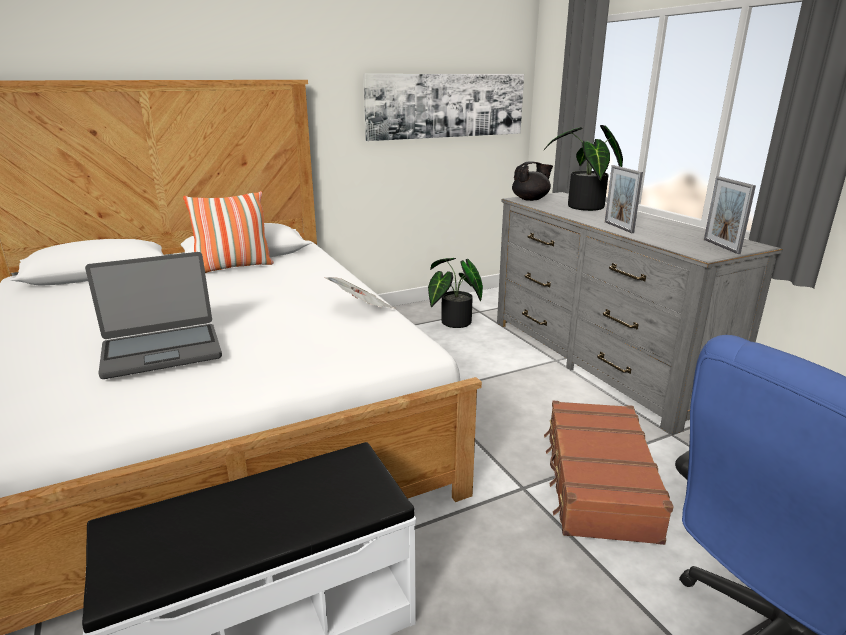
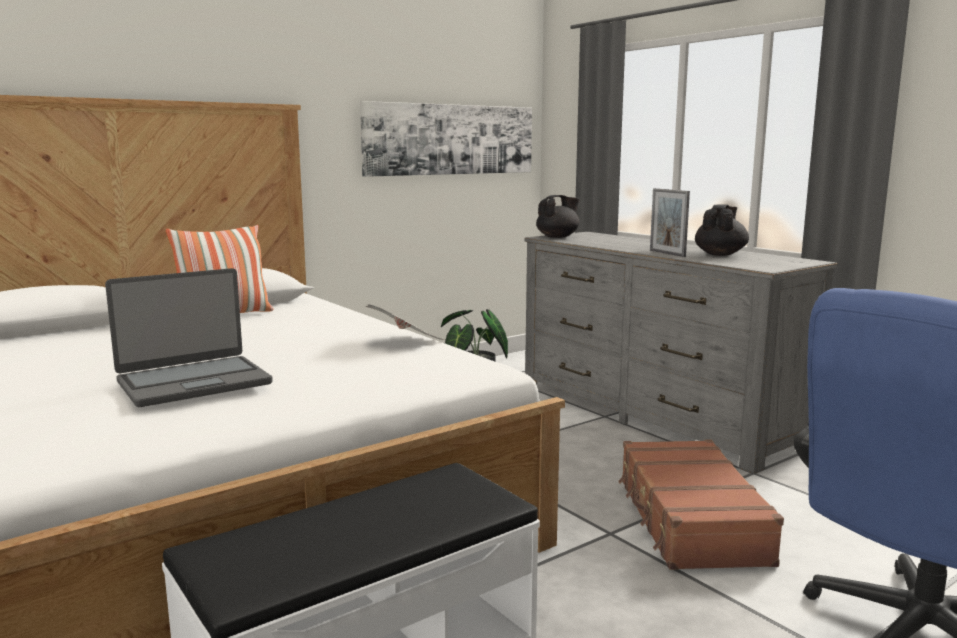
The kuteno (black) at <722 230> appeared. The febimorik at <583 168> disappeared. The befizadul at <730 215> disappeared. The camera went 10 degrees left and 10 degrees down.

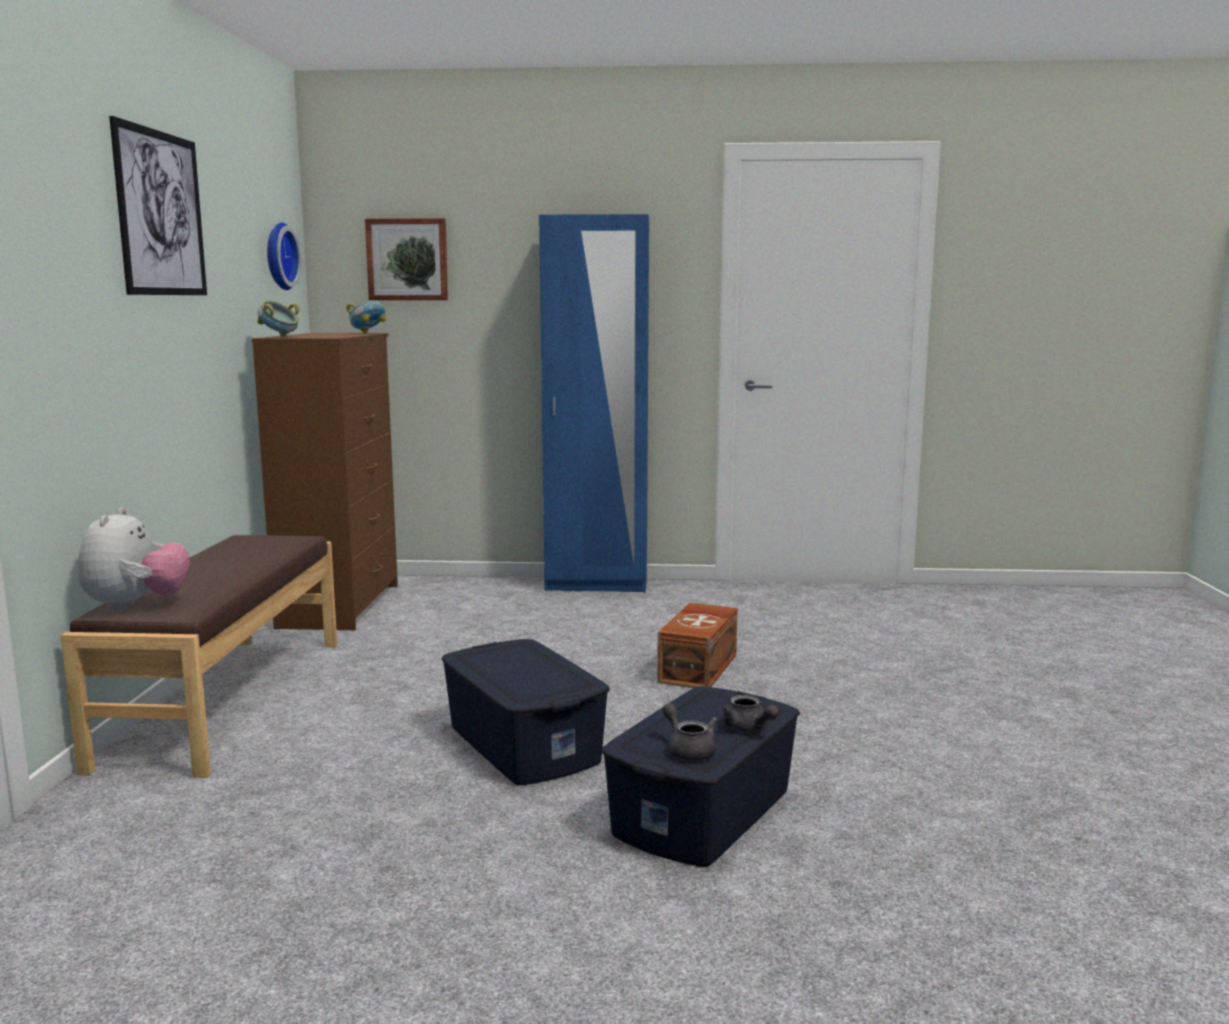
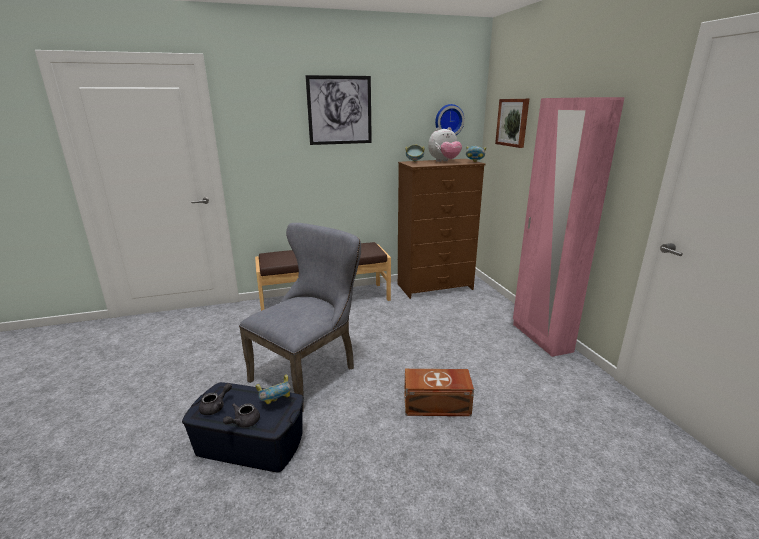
The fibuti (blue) at <525 712> was replaced by the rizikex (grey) at <300 317>. The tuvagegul at <273 389> appeared. The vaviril moved from <134 559> to <445 144>. The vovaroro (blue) at <594 403> became the vovaroro (pink) at <569 227>. The camera went 70 degrees right and 10 degrees up.

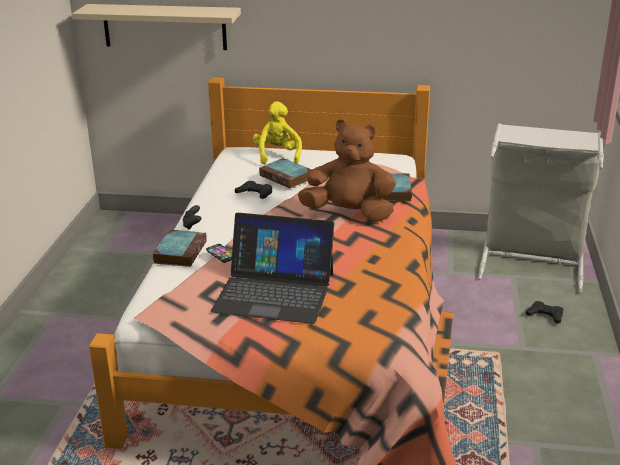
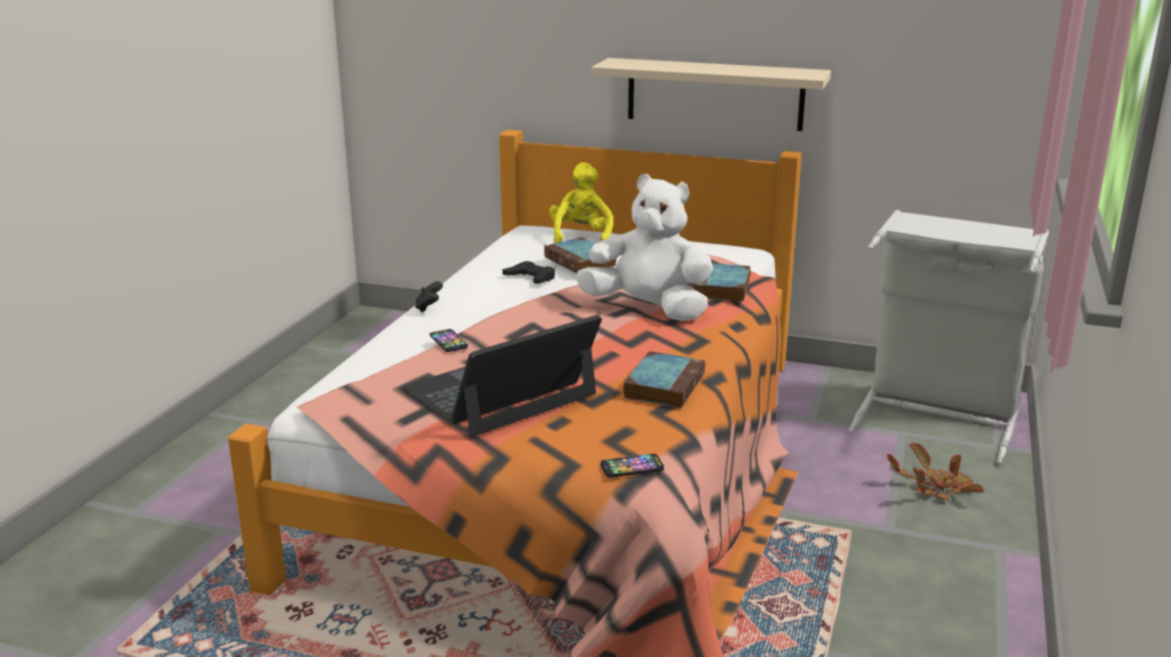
The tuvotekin at <272 268> turned 120 degrees clockwise. The vaviril (brown) at <347 170> became the vaviril (white) at <644 247>. The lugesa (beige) moved from <156 27> to <711 94>. The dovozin at <632 465> appeared. The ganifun moved from <179 248> to <664 379>. The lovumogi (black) at <544 312> was replaced by the febimorik at <935 471>. The camera went 10 degrees right and 5 degrees down.

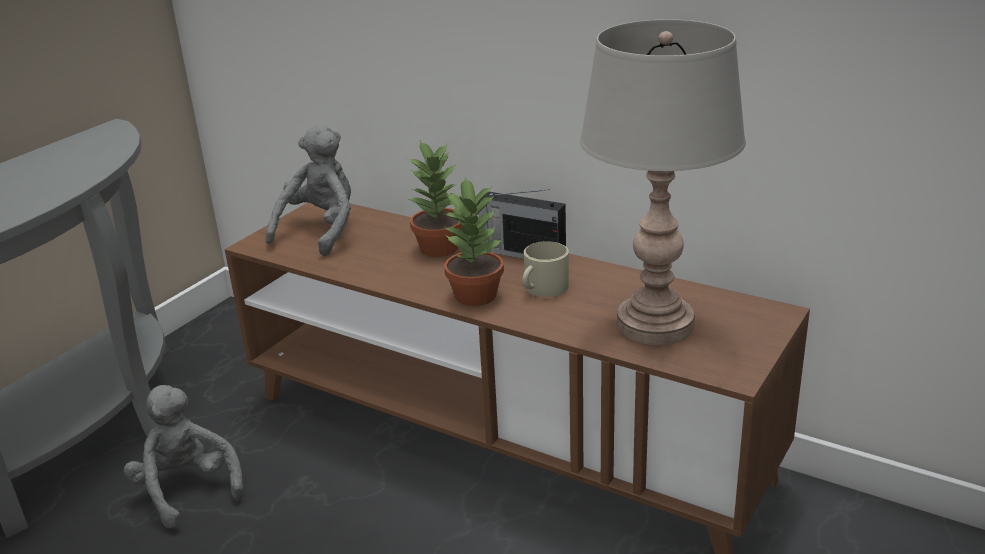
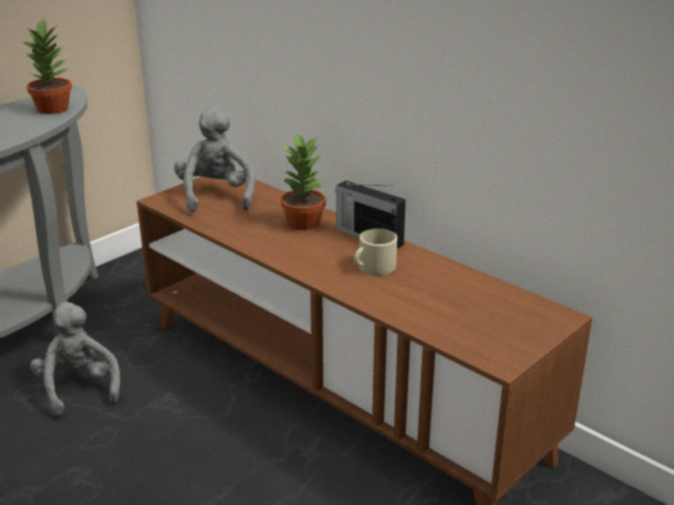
The febimorik moved from <474 241> to <46 66>. The vaviril (grey) at <308 190> turned 45 degrees counterclockwise. The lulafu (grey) at <663 182> disappeared. The camera went 10 degrees right and 0 degrees up.

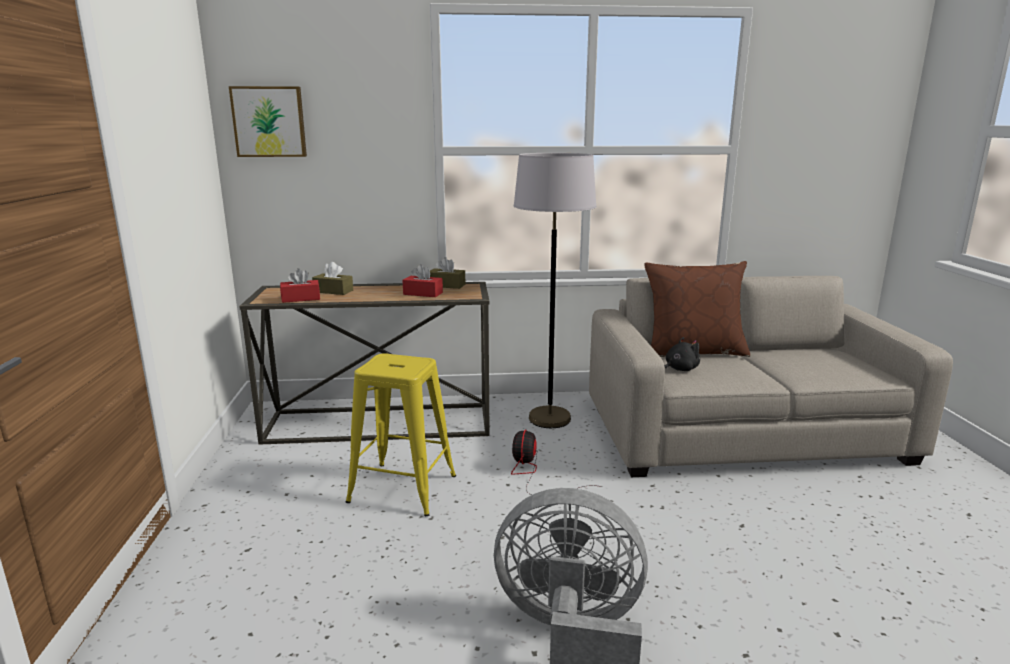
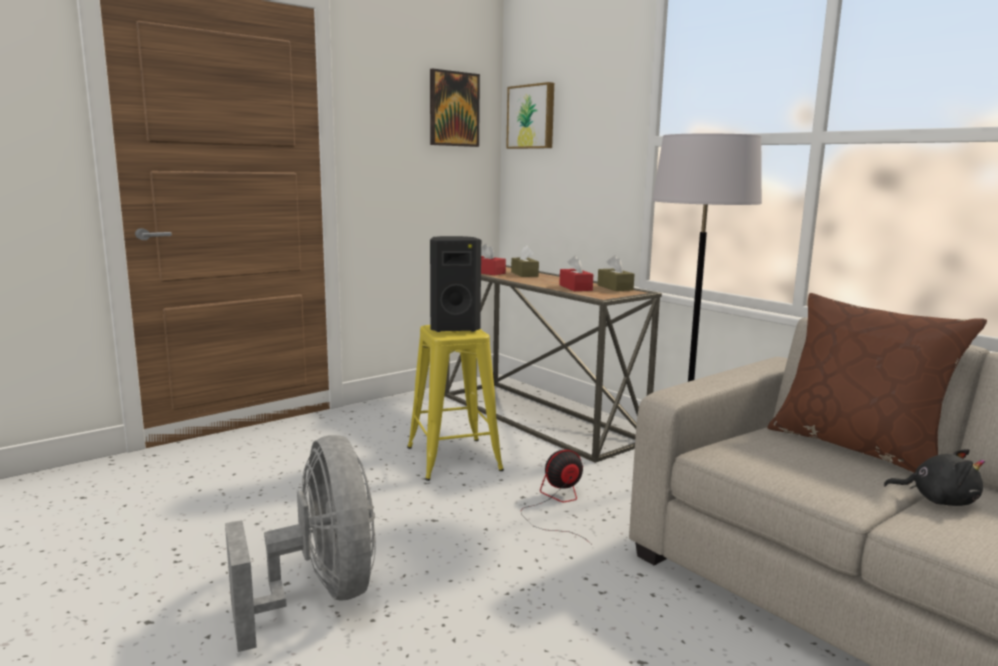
The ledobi at <455 107> appeared. The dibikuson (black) at <455 284> appeared. The vaviril (black) moved from <682 354> to <934 477>. The camera went 55 degrees right and 5 degrees down.

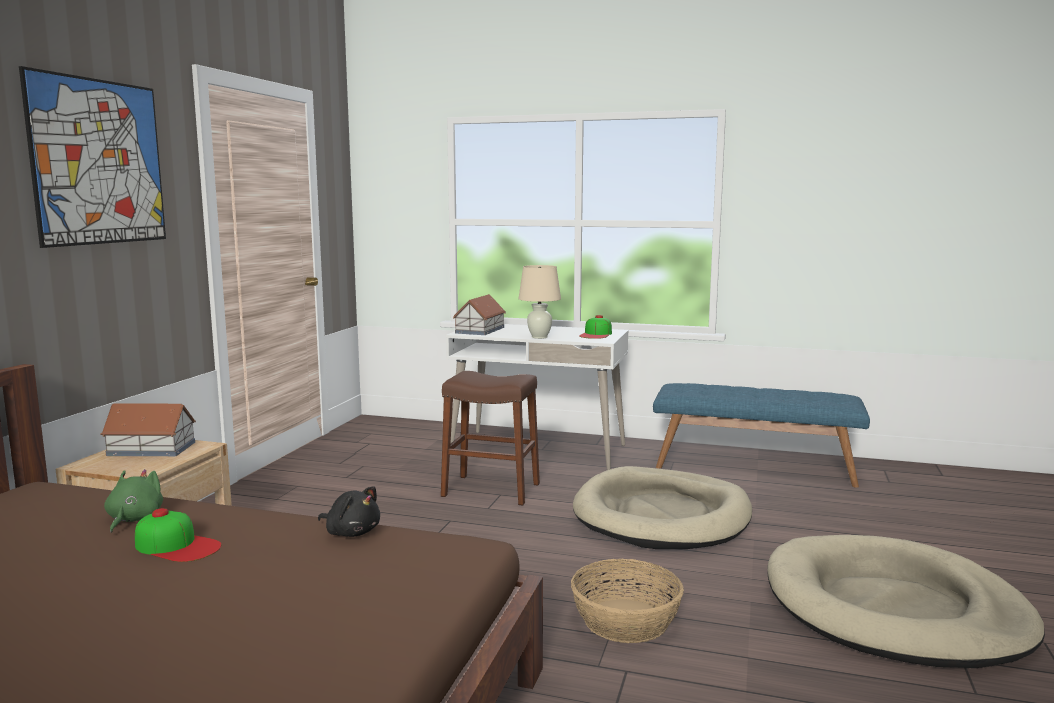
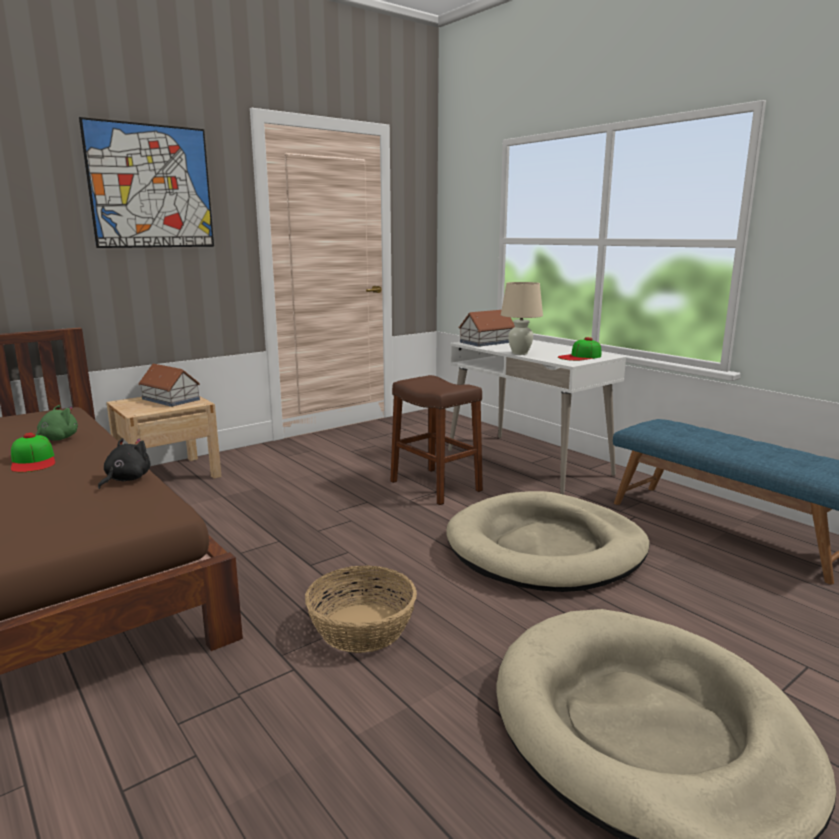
The vaviril (black) at <349 511> turned 135 degrees counterclockwise. The camera went 35 degrees right and 5 degrees up.

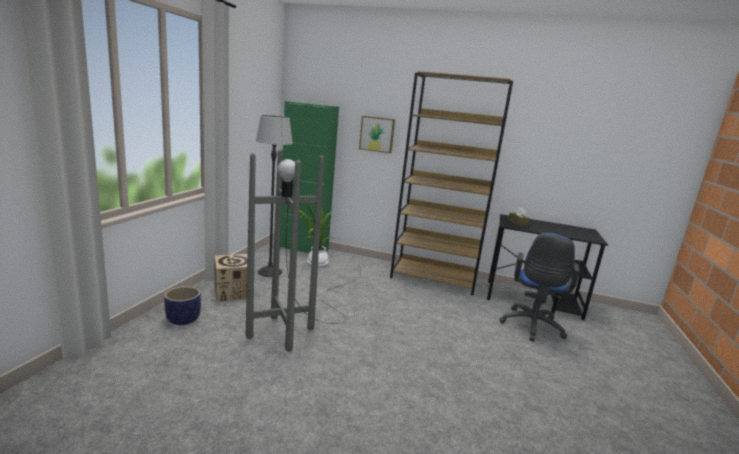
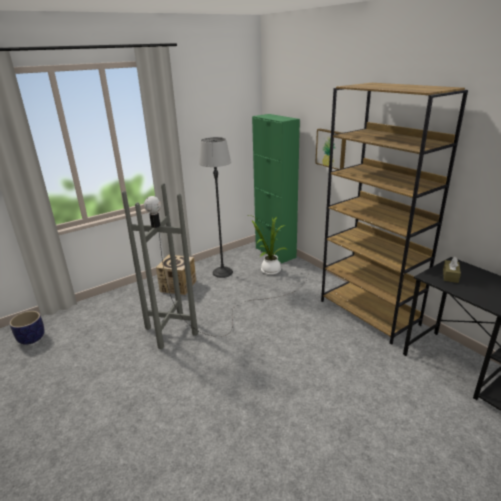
The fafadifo moved from <182 305> to <27 328>. The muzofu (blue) at <539 287> disappeared. The camera went 40 degrees right and 10 degrees up.

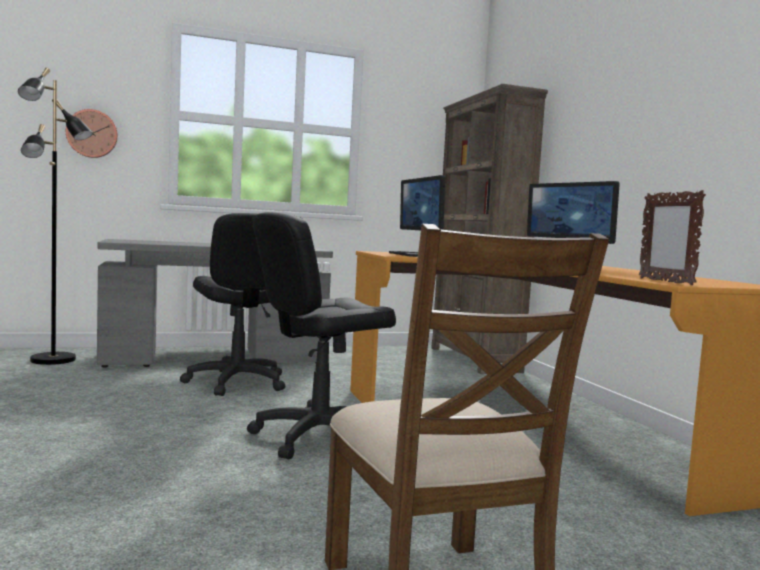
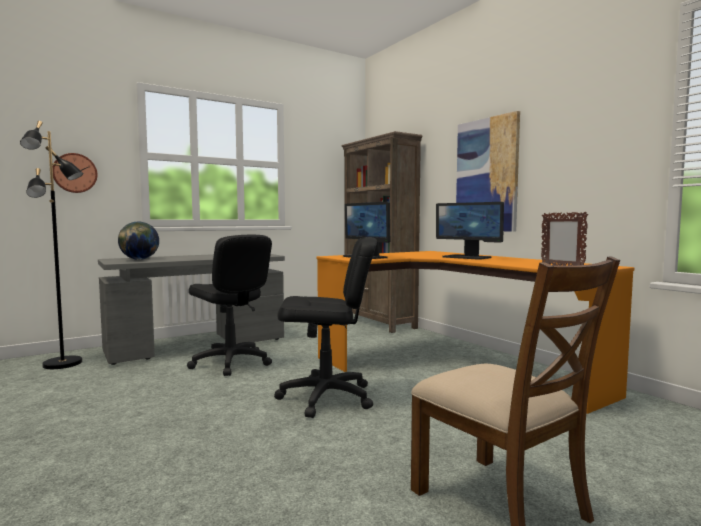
The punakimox at <138 240> appeared. The muzofu (black) at <321 335> turned 135 degrees counterclockwise. The ledobi at <488 171> appeared. The camera went 15 degrees left and 0 degrees up.

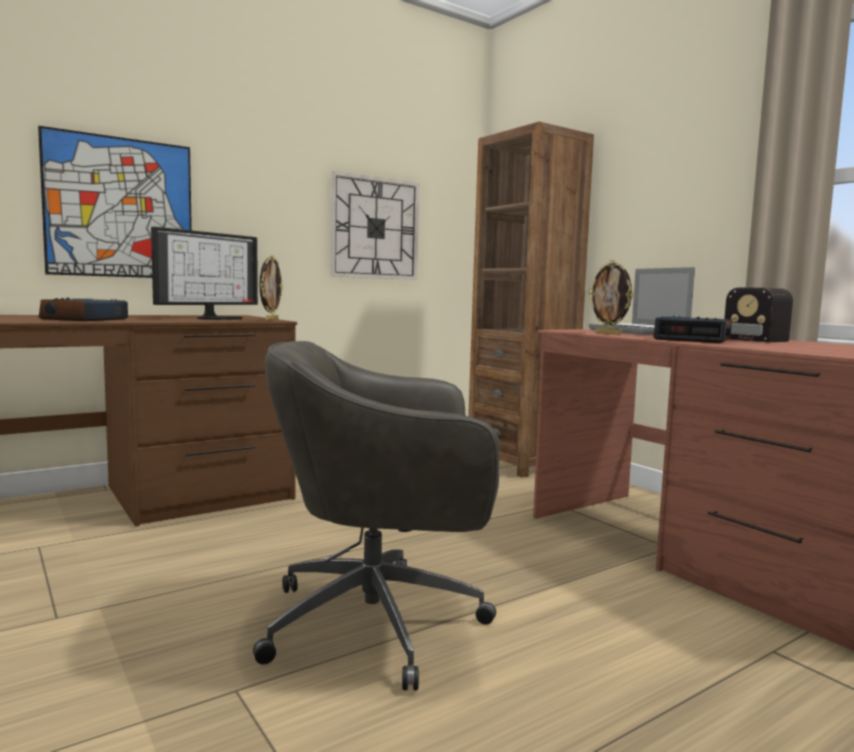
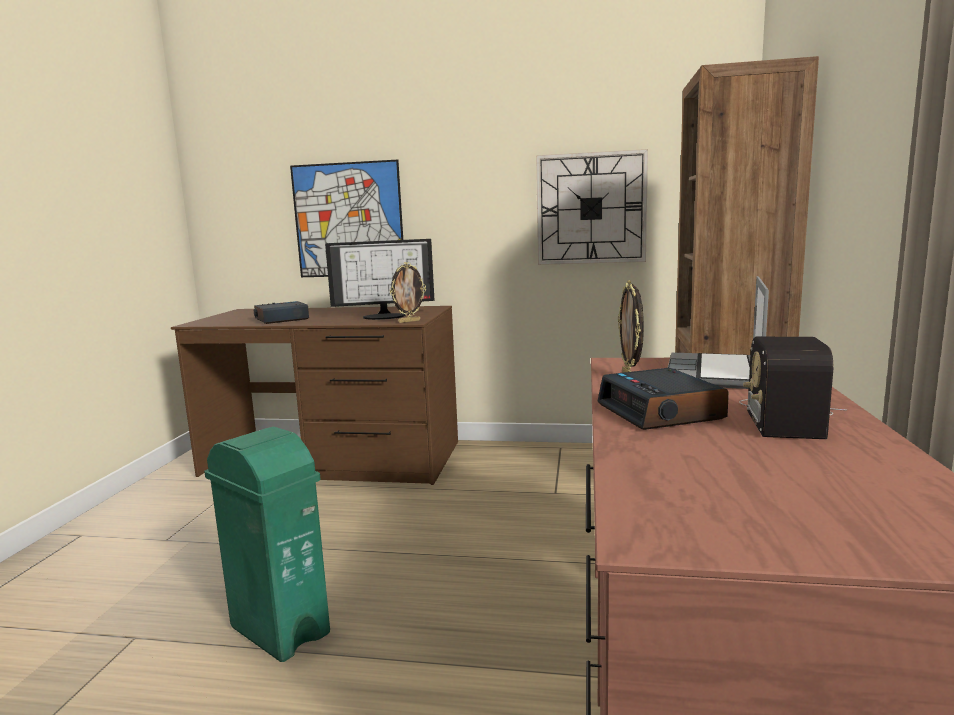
The muzofu (grey) at <376 516> was replaced by the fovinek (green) at <267 544>. The camera went 45 degrees right and 5 degrees up.

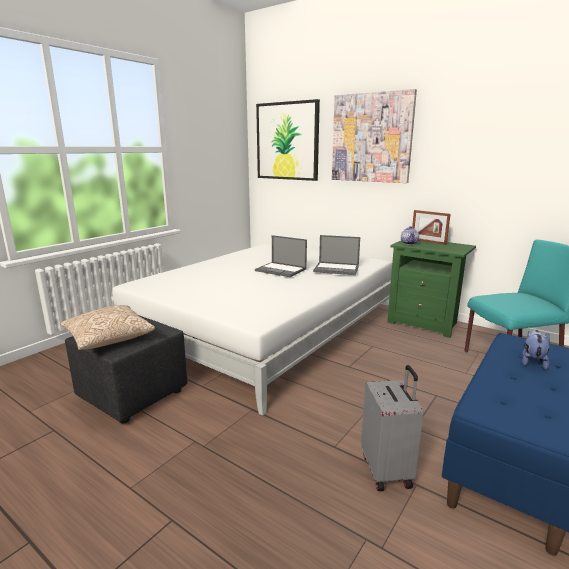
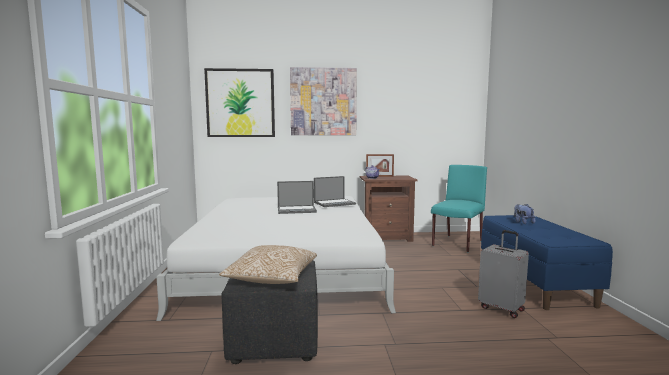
The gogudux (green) at <431 289> became the gogudux (brown) at <388 209>. The camera went 40 degrees left and 10 degrees down.

